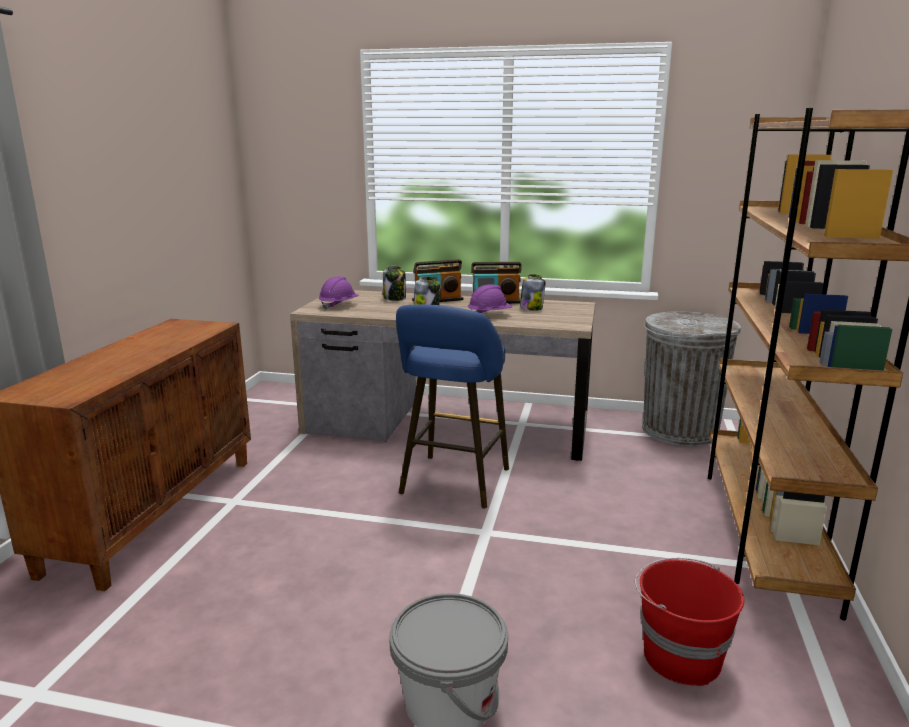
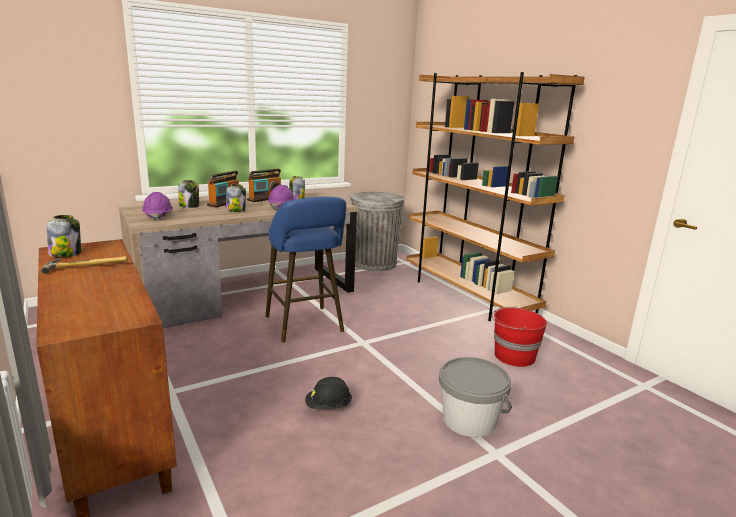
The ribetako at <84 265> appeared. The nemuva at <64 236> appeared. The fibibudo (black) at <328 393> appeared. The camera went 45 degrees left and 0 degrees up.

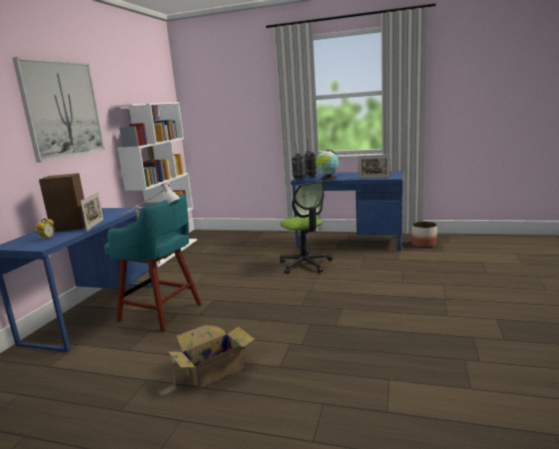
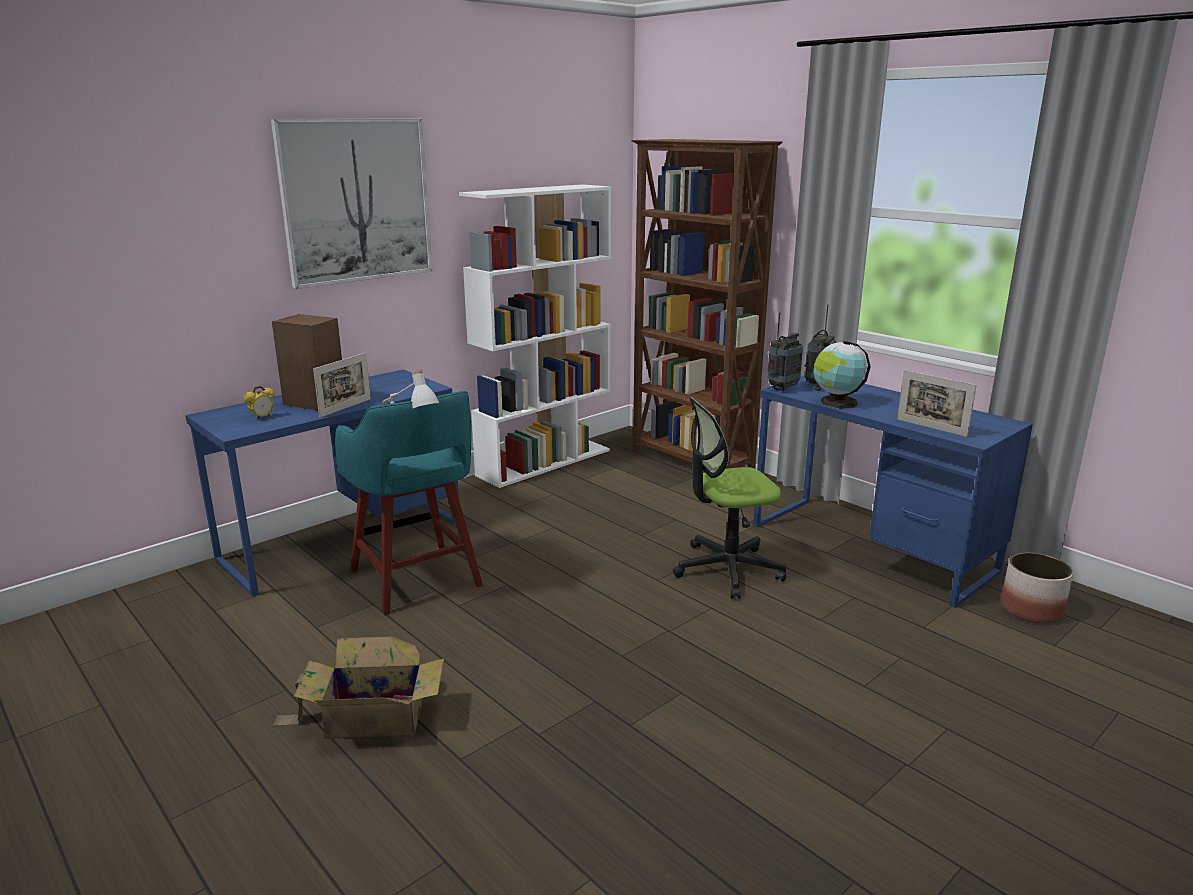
The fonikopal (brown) at <707 304> appeared. The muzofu at <306 227> turned 75 degrees clockwise. The camera went 30 degrees right and 5 degrees up.

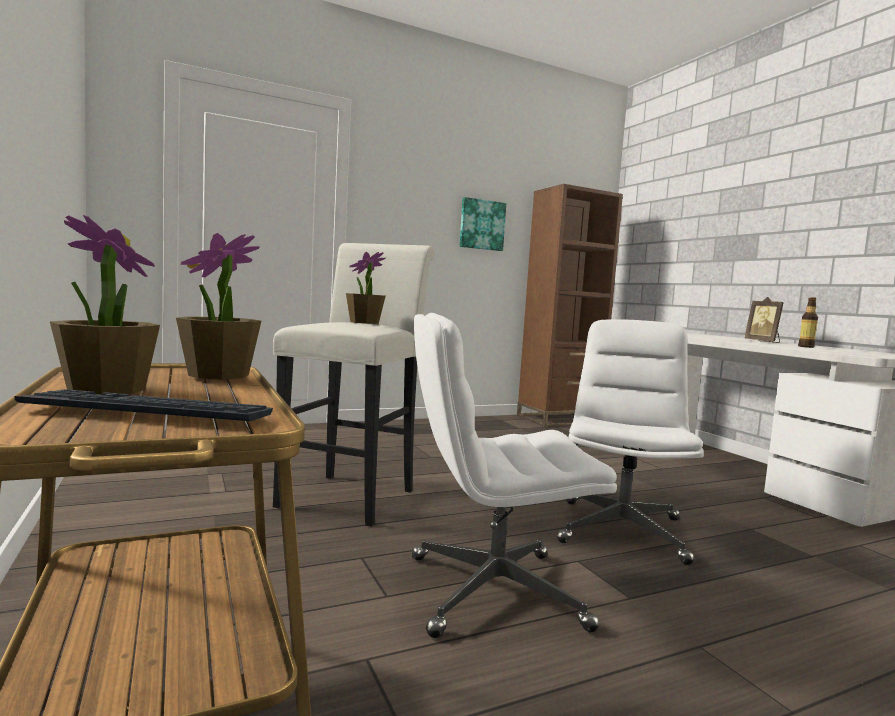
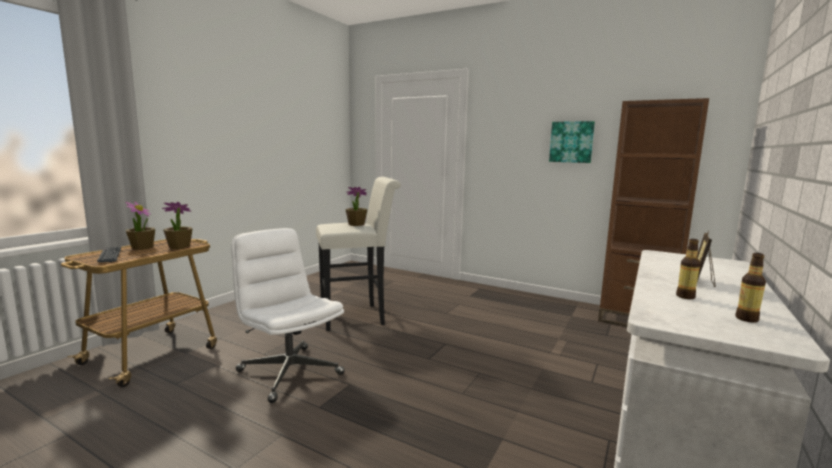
The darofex at <750 288> appeared. The muzofu (white) at <630 442> disappeared. The camera went 55 degrees right and 5 degrees up.

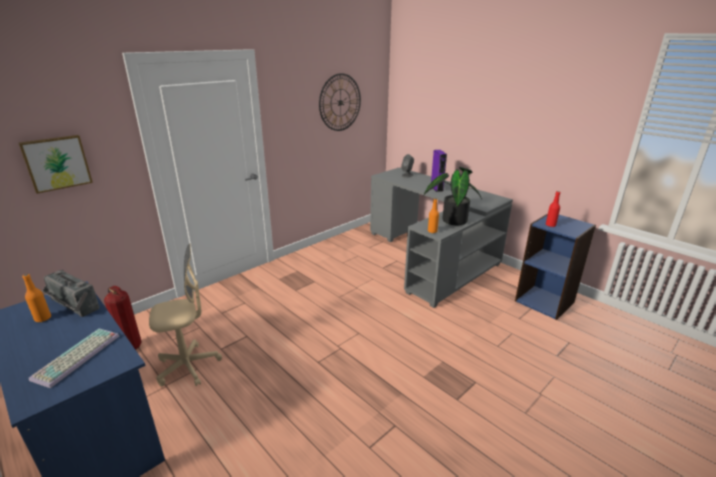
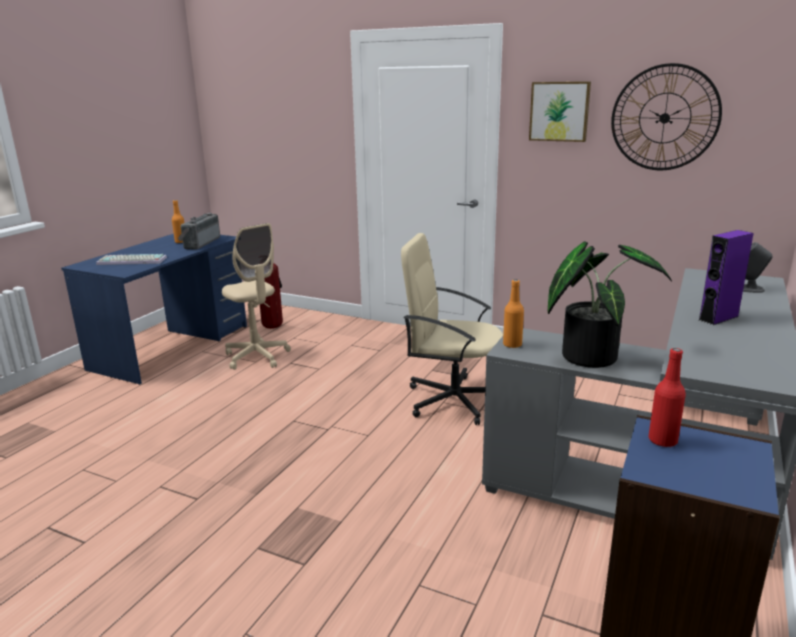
The muzofu (beige) at <452 329> appeared. The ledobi moved from <56 164> to <560 111>. The camera went 70 degrees right and 5 degrees down.

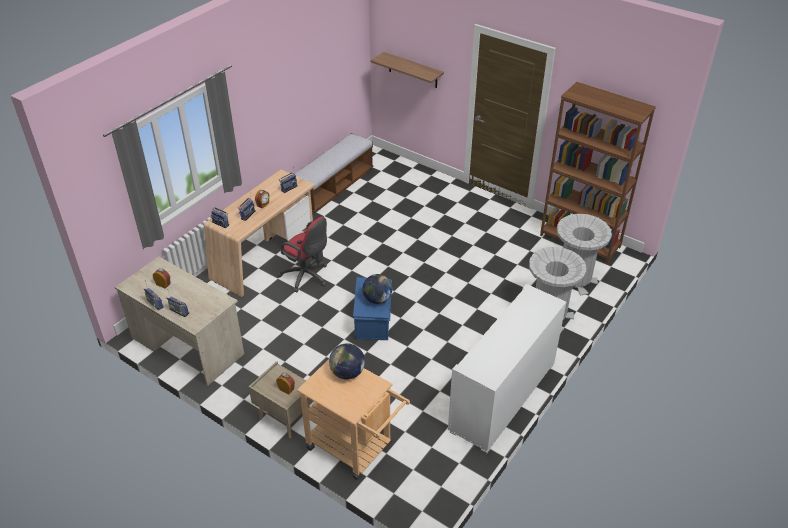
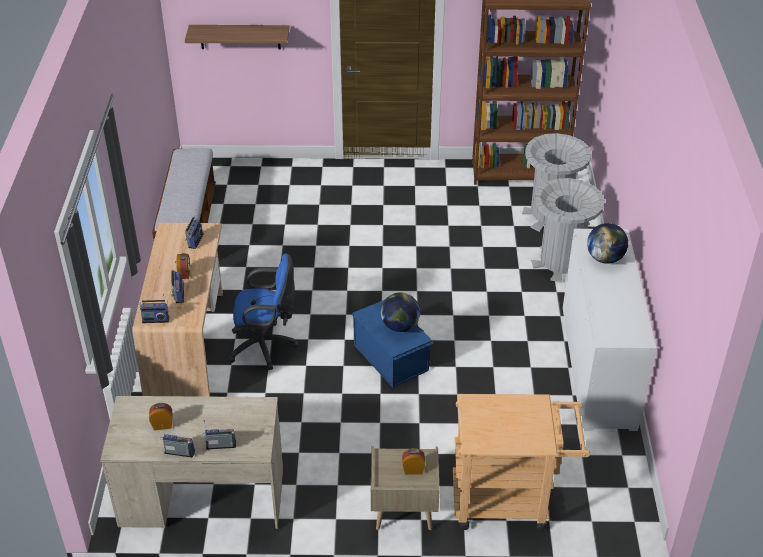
The muzofu (red) at <302 254> became the muzofu (blue) at <263 312>. The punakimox moved from <347 361> to <607 243>. The camera went 35 degrees left and 0 degrees up.

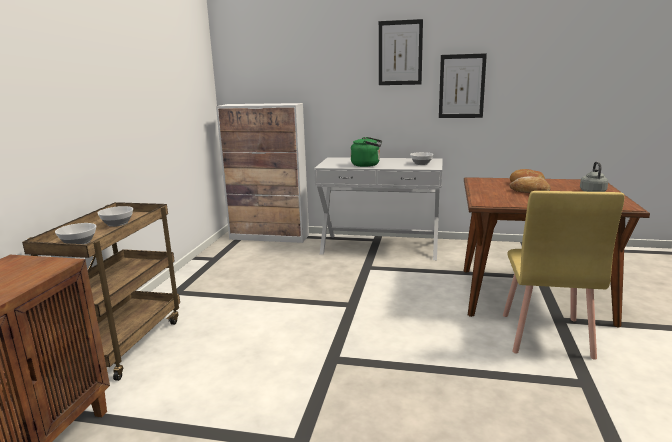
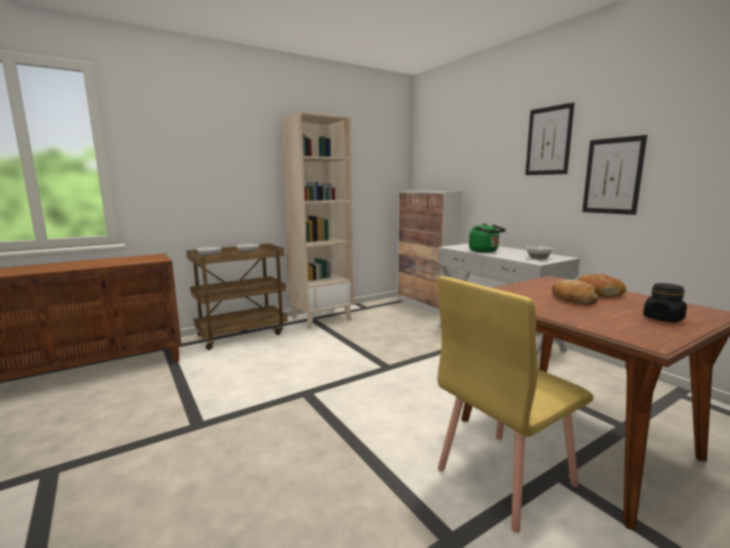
The fonikopal (beige) at <317 220> appeared. The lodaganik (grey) at <594 177> was replaced by the nemuva (black) at <665 302>. The camera went 45 degrees right and 5 degrees down.

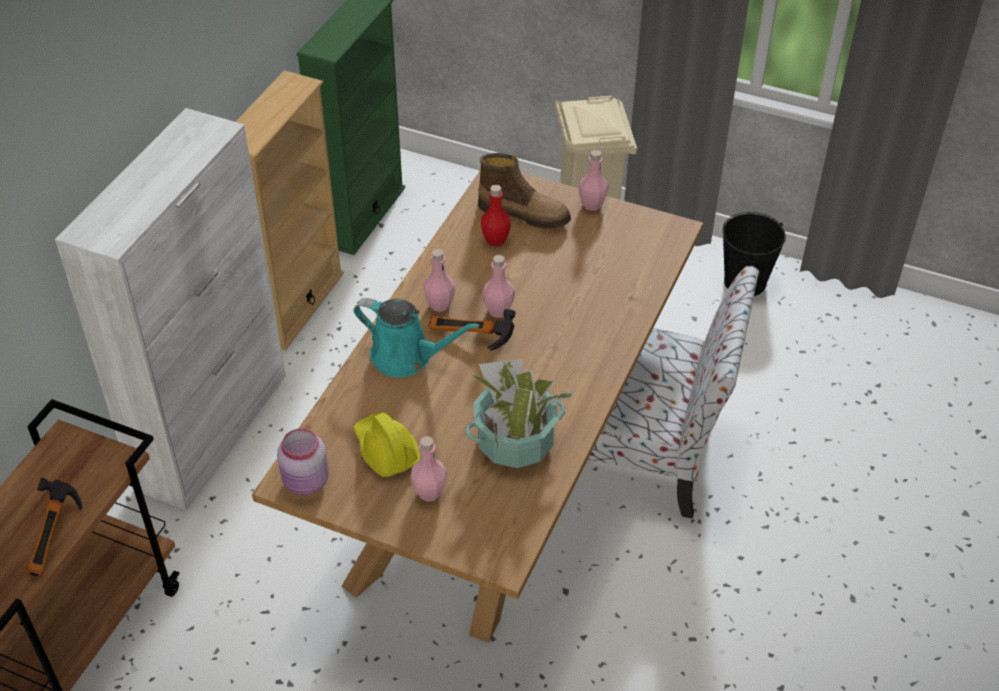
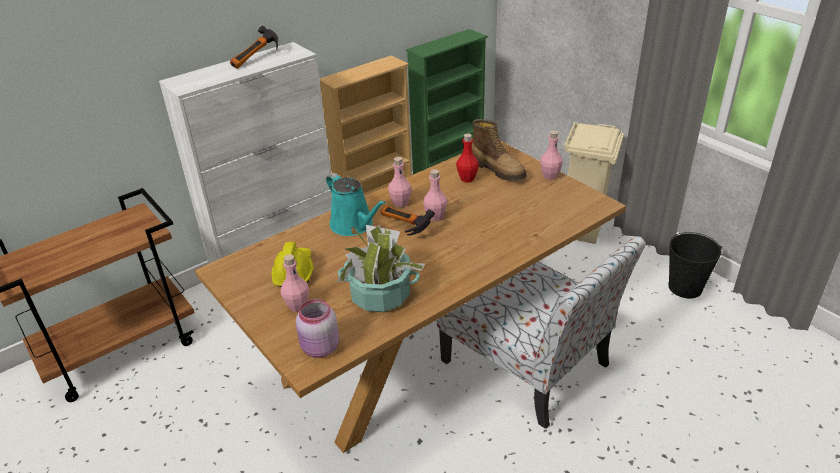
The ribetako moved from <54 527> to <254 47>. The nemuva (pink) moved from <303 461> to <317 328>. The camera went 30 degrees right and 10 degrees down.

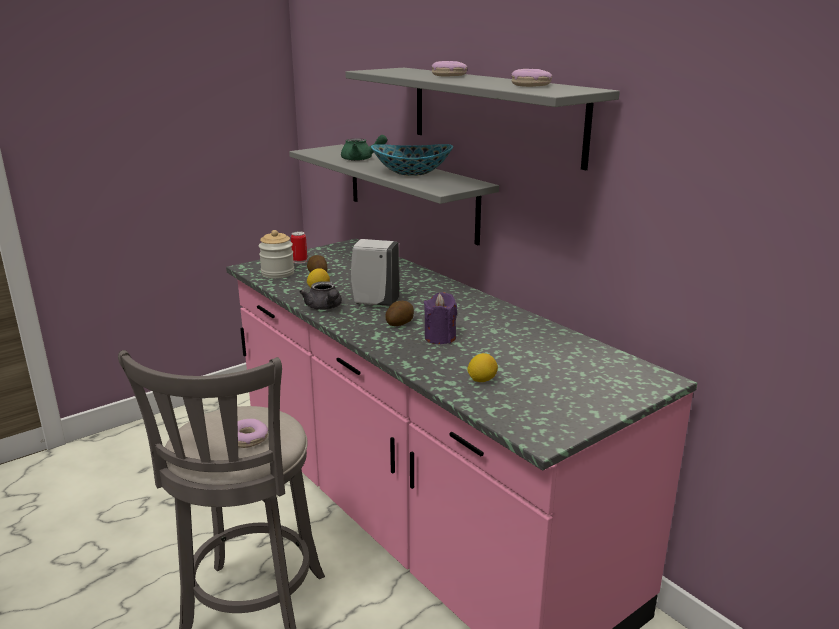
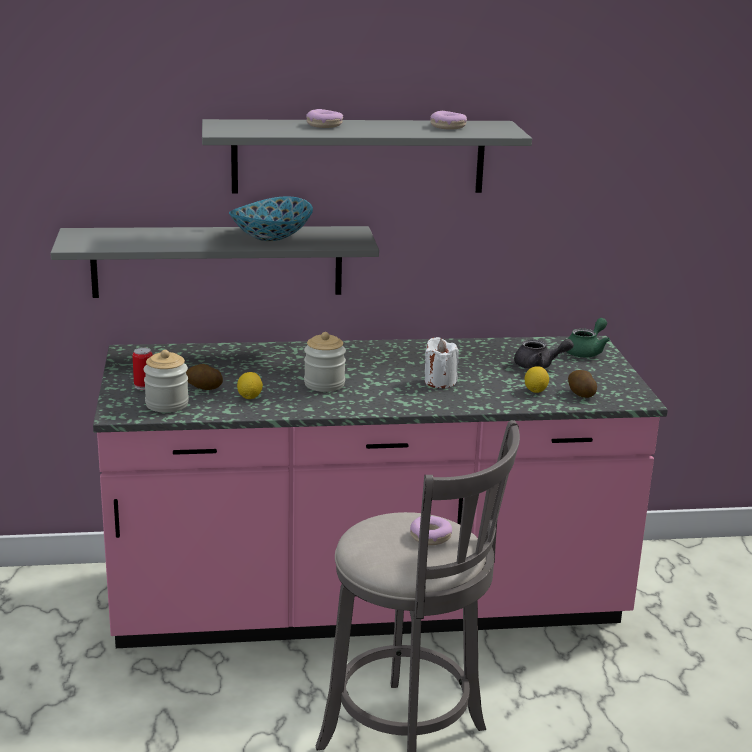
The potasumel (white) at <375 272> was replaced by the nemuva at <325 362>. The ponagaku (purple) at <440 318> became the ponagaku (white) at <442 362>. The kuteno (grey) moved from <320 295> to <544 354>. The kuteno (green) moved from <364 148> to <588 338>. The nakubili moved from <399 313> to <582 384>. The camera went 60 degrees left and 0 degrees up.

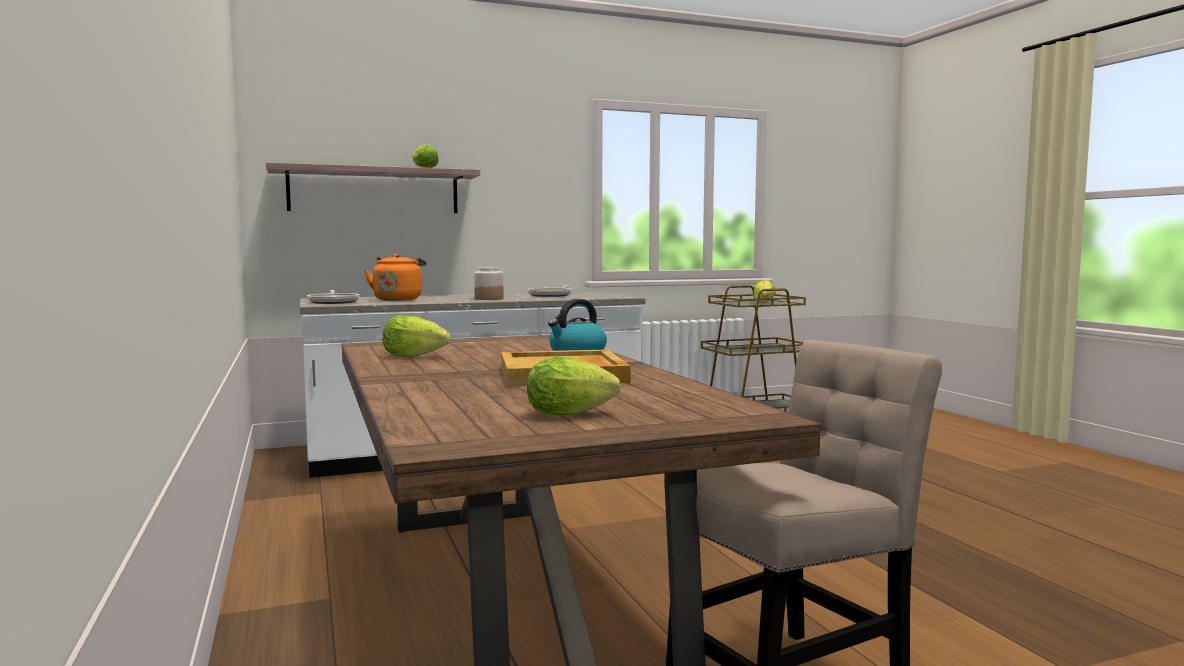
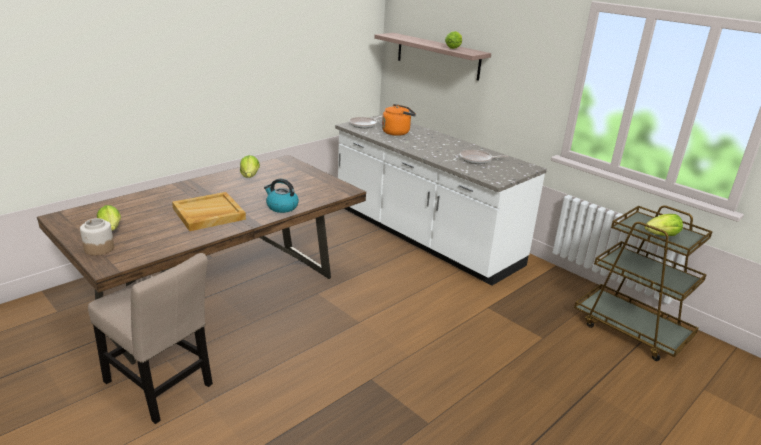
The nemuva moved from <489 283> to <97 237>. The camera went 65 degrees right and 20 degrees up.

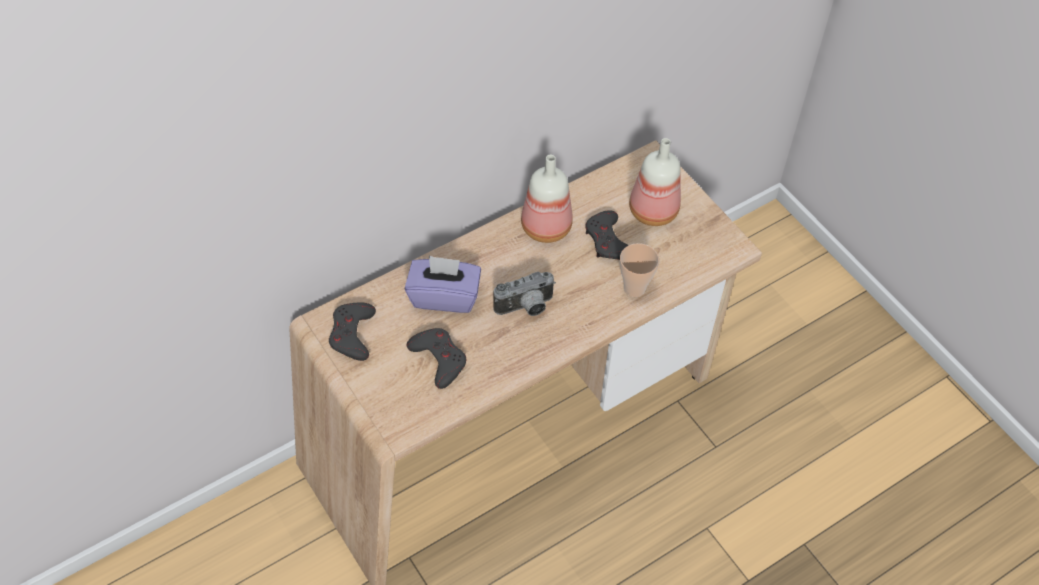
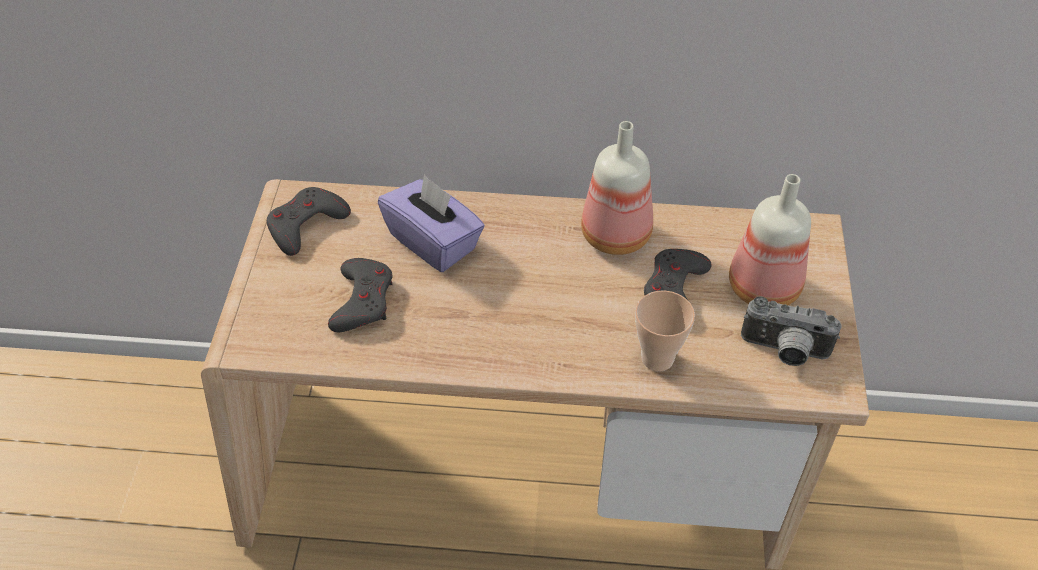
The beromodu moved from <524 294> to <791 331>. The camera went 40 degrees right and 5 degrees down.

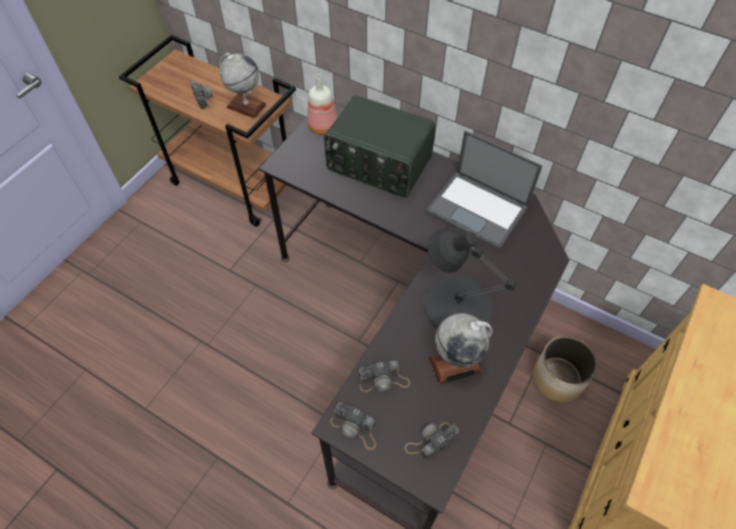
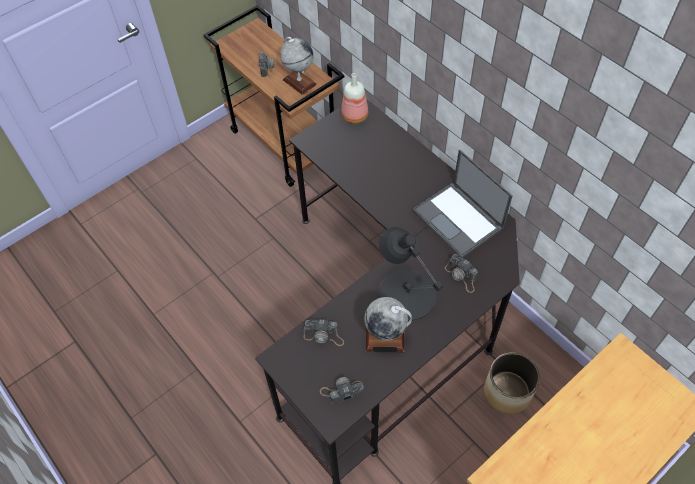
The beromodu moved from <353 426> to <461 273>. The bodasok at <380 146> disappeared. The camera went 20 degrees right and 0 degrees up.

